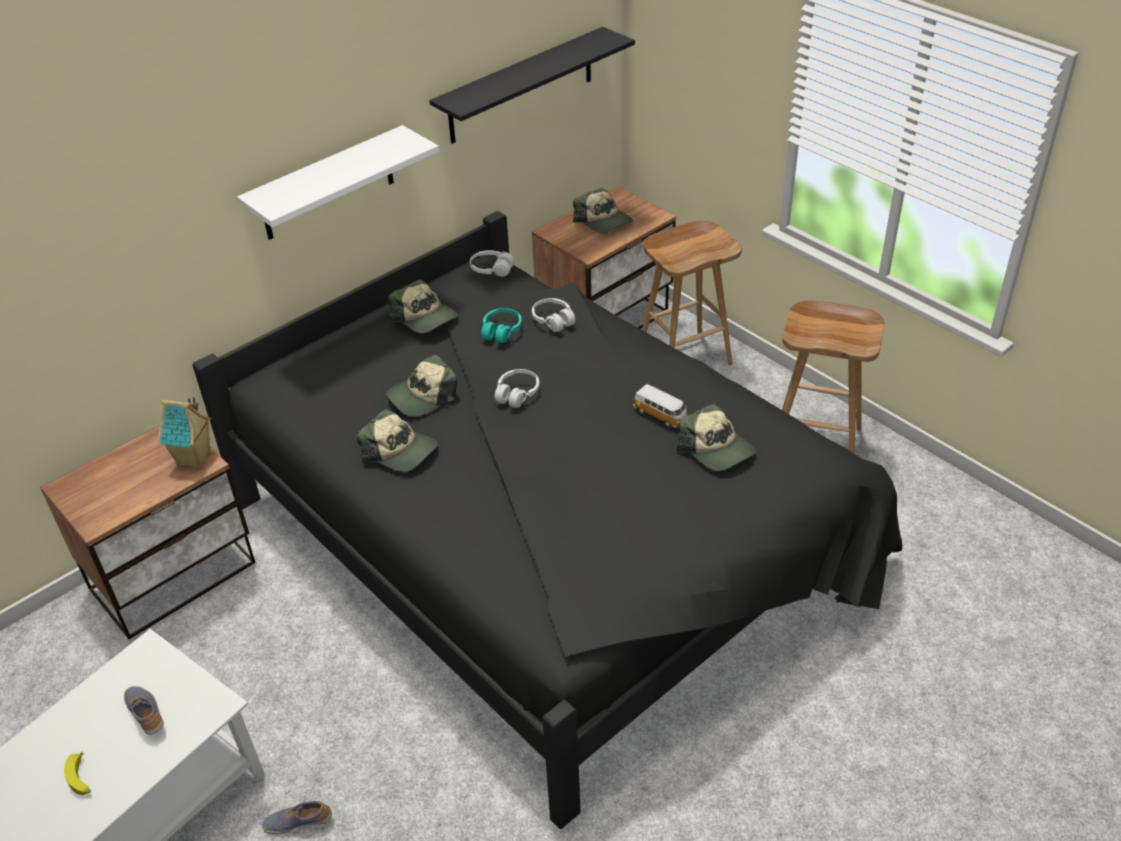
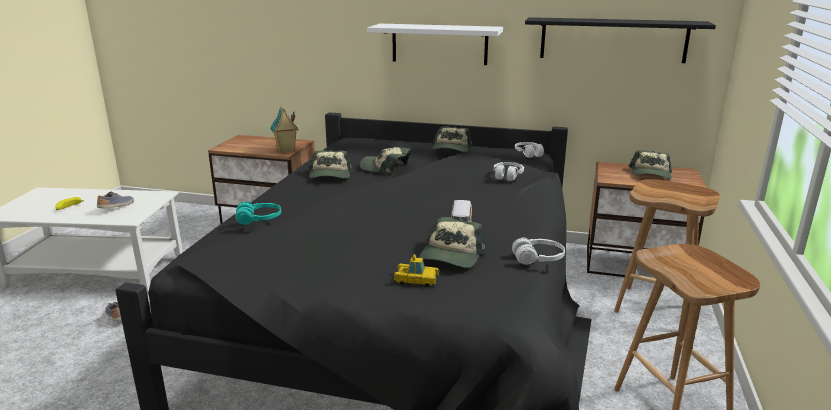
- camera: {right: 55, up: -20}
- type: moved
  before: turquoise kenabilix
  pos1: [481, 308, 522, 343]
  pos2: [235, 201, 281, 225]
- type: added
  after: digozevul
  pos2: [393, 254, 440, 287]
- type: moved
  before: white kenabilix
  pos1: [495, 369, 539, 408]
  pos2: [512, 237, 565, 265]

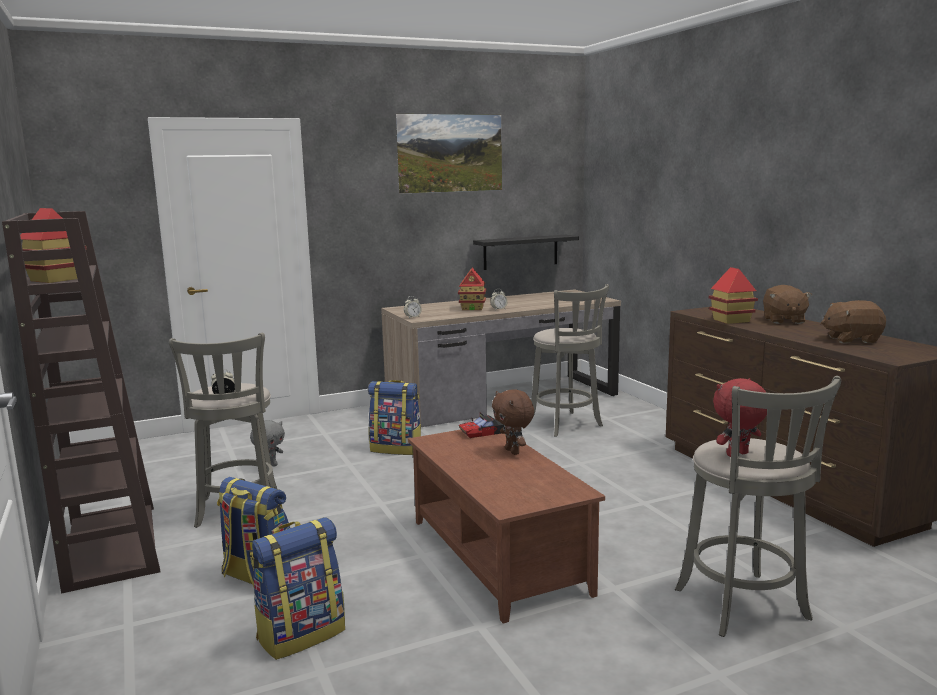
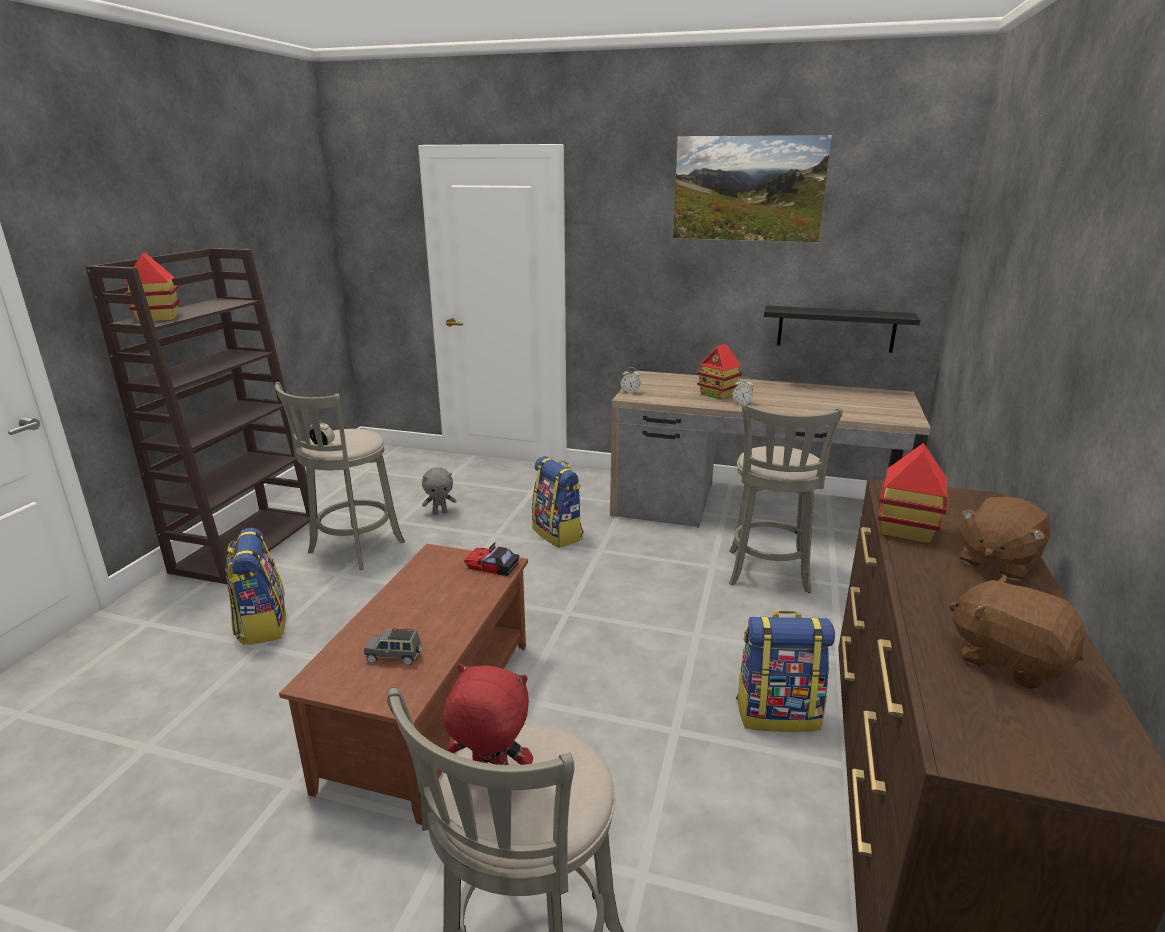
- camera: {right: 40, up: 10}
- type: added
  after: grey digozevul
  pos2: [364, 628, 422, 665]
- type: moved
  before: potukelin
  pos1: [250, 517, 345, 660]
  pos2: [736, 611, 835, 732]
- type: removed
  before: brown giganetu
  pos1: [492, 389, 534, 455]

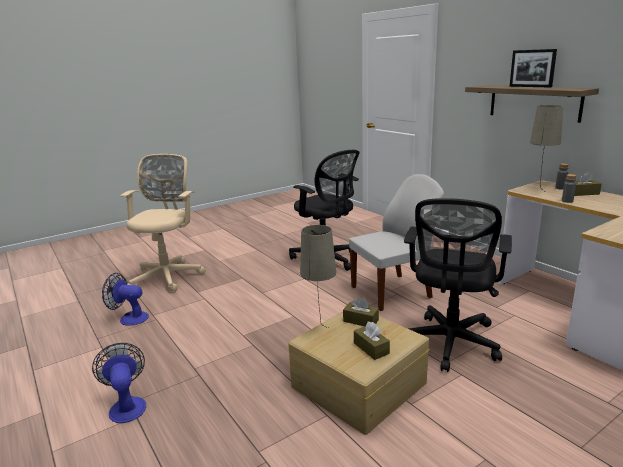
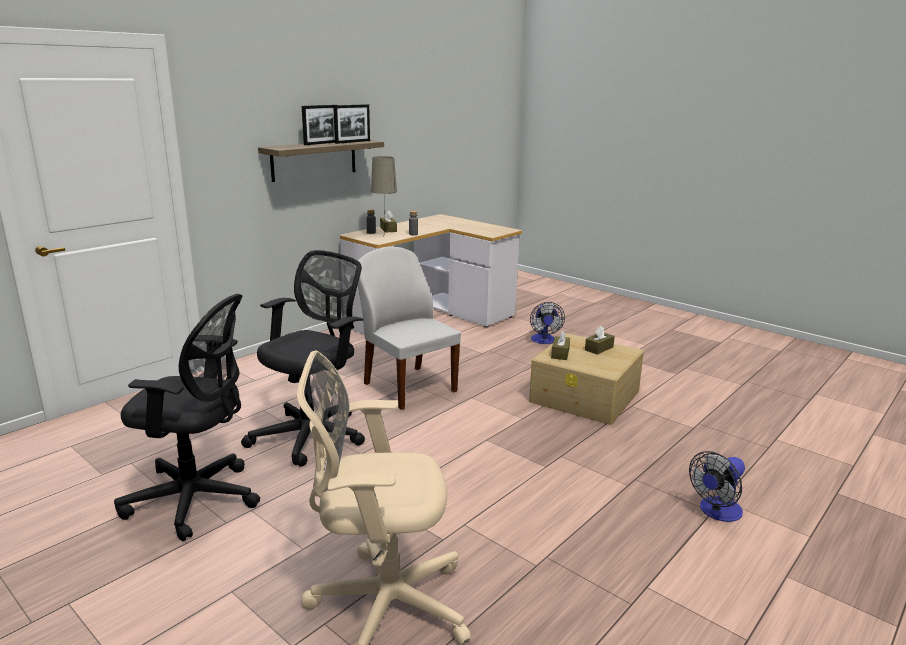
- camera: {right: -105, up: 0}
- type: moved
  before: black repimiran
  pos1: [404, 198, 512, 372]
  pos2: [114, 294, 260, 541]
- type: added
  after: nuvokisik
  pos2: [333, 104, 370, 144]
- type: moved
  before: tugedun
  pos1: [102, 273, 149, 326]
  pos2: [530, 302, 565, 344]
- type: removed
  before: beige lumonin
  pos1: [300, 225, 336, 328]

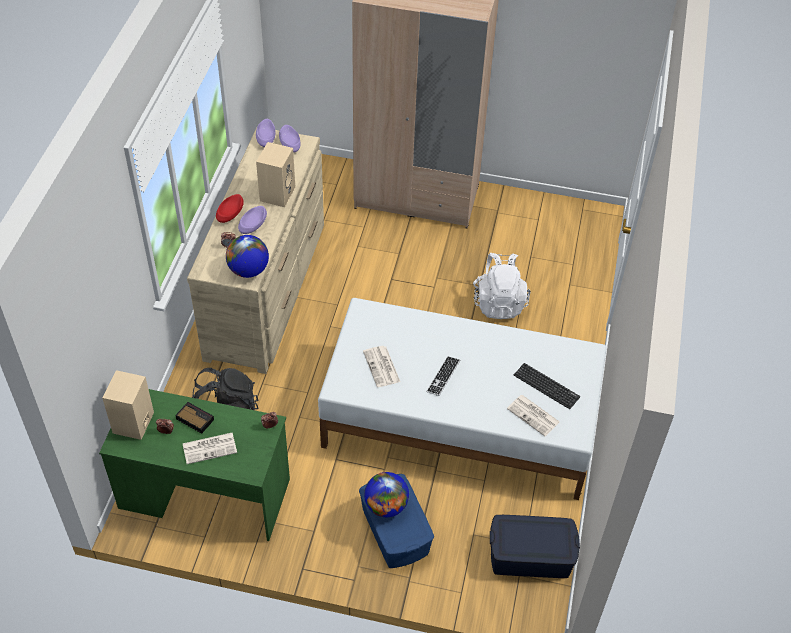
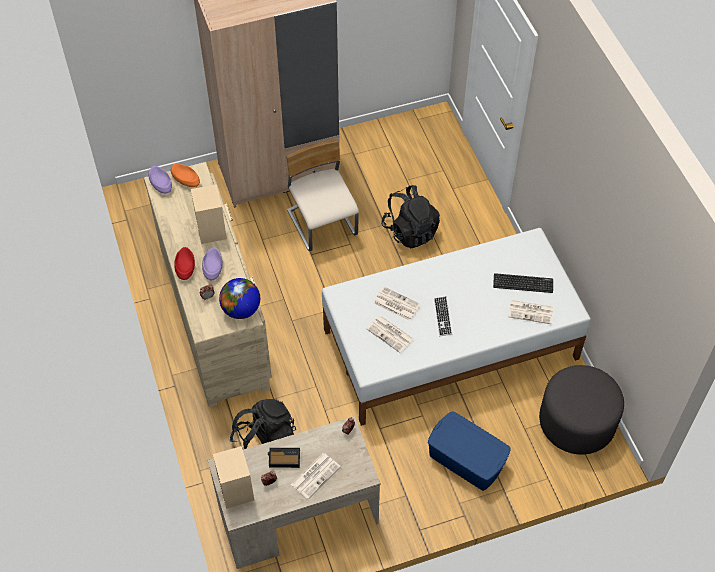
- camera: {right: -30, up: 5}
- type: recoloured
  before: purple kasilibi
  after: orange kasilibi
  pos1: [279, 125, 301, 153]
  pos2: [171, 163, 200, 187]
- type: recoloured
  before: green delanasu
  after: beige delanasu
  pos1: [99, 389, 290, 541]
  pos2: [208, 416, 381, 569]
- type: added
  after: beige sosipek
  pos2: [286, 139, 359, 251]
- type: added
  after: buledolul
  pos2: [373, 287, 421, 321]
- type: recoloured
  before: white potukelin
  after: black potukelin
  pos1: [473, 253, 530, 319]
  pos2: [381, 185, 440, 248]
- type: replaced
  before: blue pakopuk
  after: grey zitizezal
  pos1: [490, 515, 580, 578]
  pos2: [539, 365, 624, 455]
- type: removed
  before: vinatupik
  pos1: [364, 472, 409, 517]

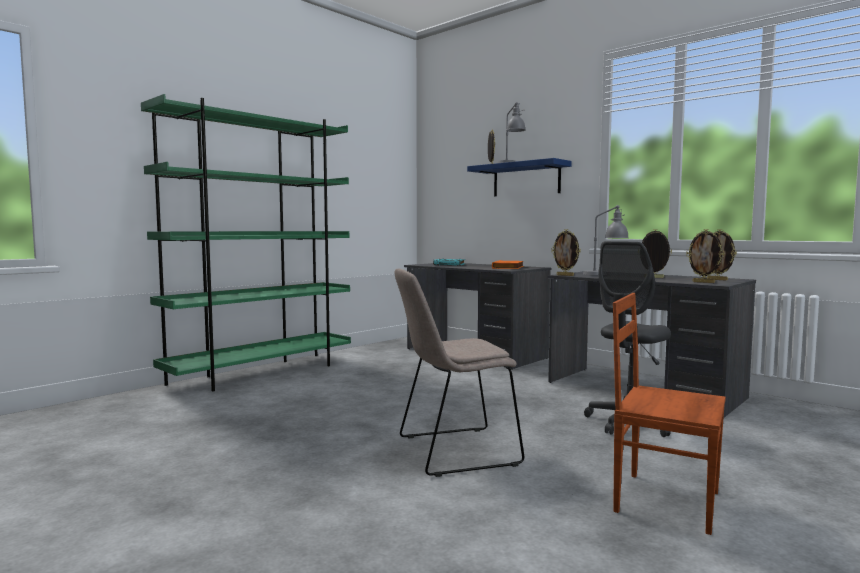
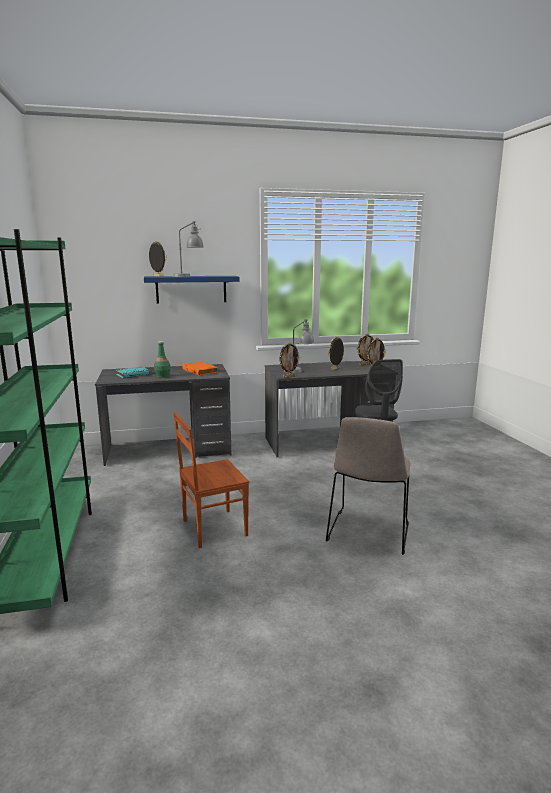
- camera: {right: -55, up: 10}
- type: added
  after: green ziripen
  pos2: [154, 341, 171, 378]
- type: moved
  before: brown sosipek
  pos1: [613, 293, 726, 535]
  pos2: [174, 412, 249, 548]

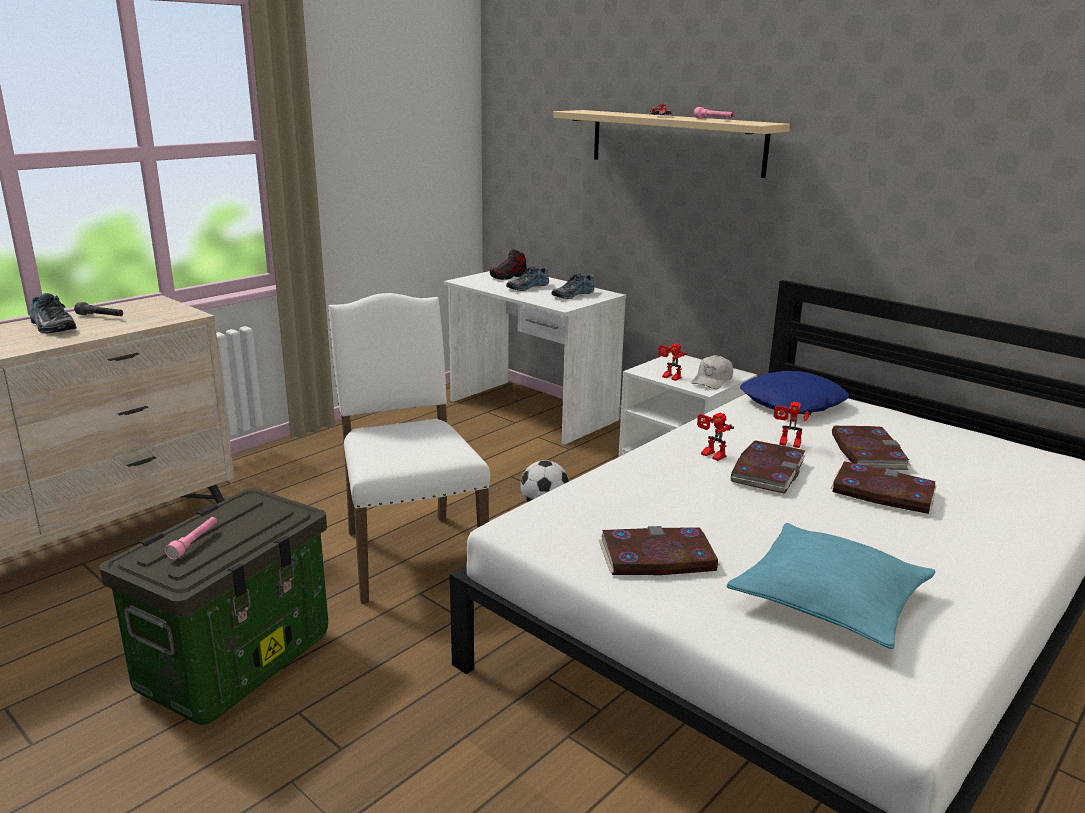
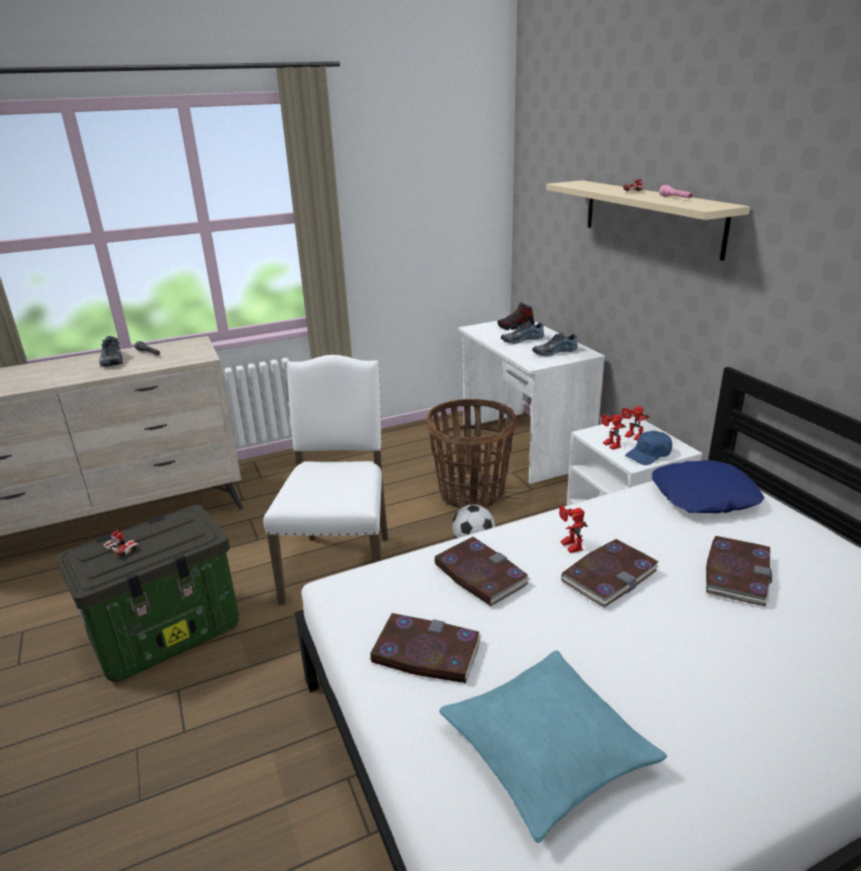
- camera: {right: 25, up: 5}
- type: replaced
  before: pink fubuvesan
  after: digozevul
  pos1: [165, 517, 217, 559]
  pos2: [103, 530, 139, 556]
- type: added
  after: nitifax
  pos2: [426, 399, 516, 509]
- type: moved
  before: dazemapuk
  pos1: [831, 461, 936, 514]
  pos2: [434, 537, 530, 606]
- type: moved
  before: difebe
  pos1: [774, 402, 811, 448]
  pos2: [622, 406, 650, 441]
- type: recoloured
  before: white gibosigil
  after: blue gibosigil
  pos1: [691, 355, 733, 389]
  pos2: [625, 431, 672, 465]

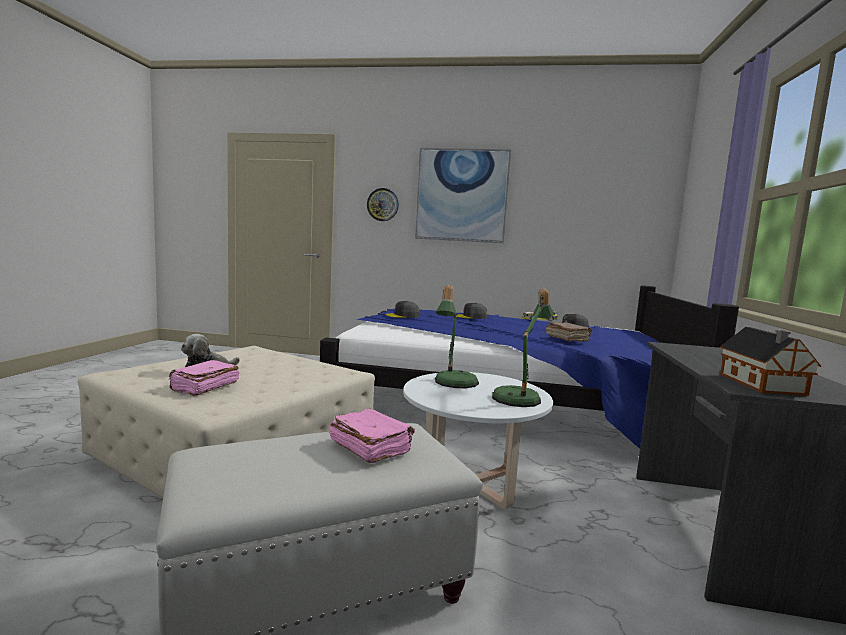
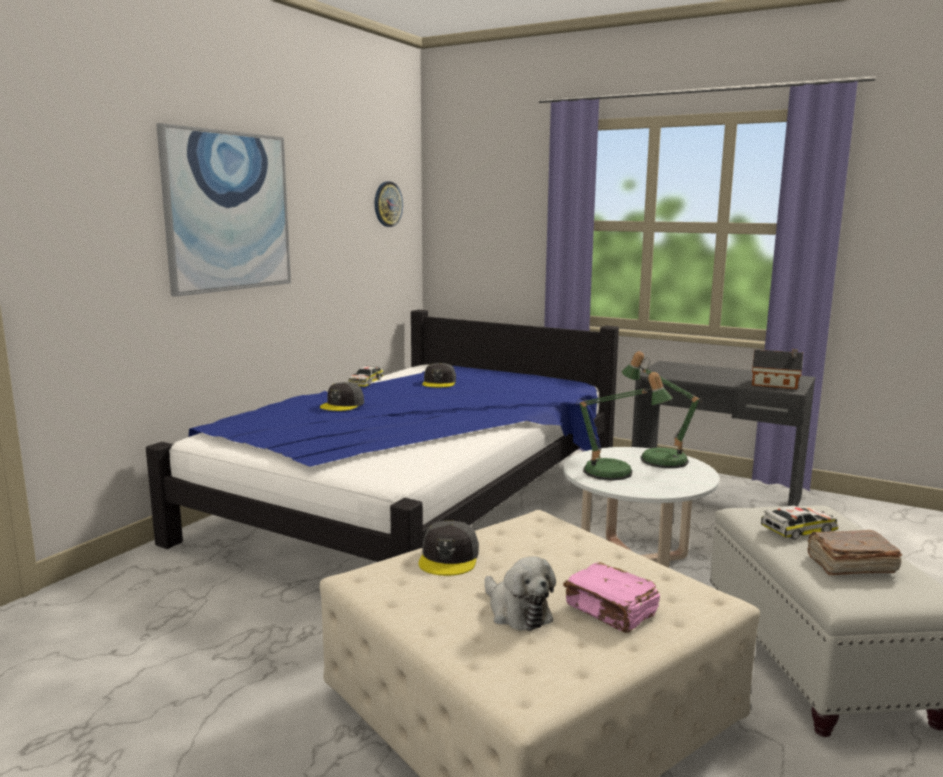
- camera: {right: -70, up: 5}
- type: moved
  before: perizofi
  pos1: [367, 188, 399, 221]
  pos2: [375, 182, 403, 227]
- type: moved
  before: grey gibosigil
  pos1: [385, 301, 419, 318]
  pos2: [419, 521, 479, 576]
- type: replaced
  before: pink dazemapuk
  after: digozevul
  pos1: [329, 409, 415, 463]
  pos2: [761, 505, 838, 540]
- type: moved
  before: brown dazemapuk
  pos1: [546, 322, 592, 342]
  pos2: [807, 530, 902, 575]

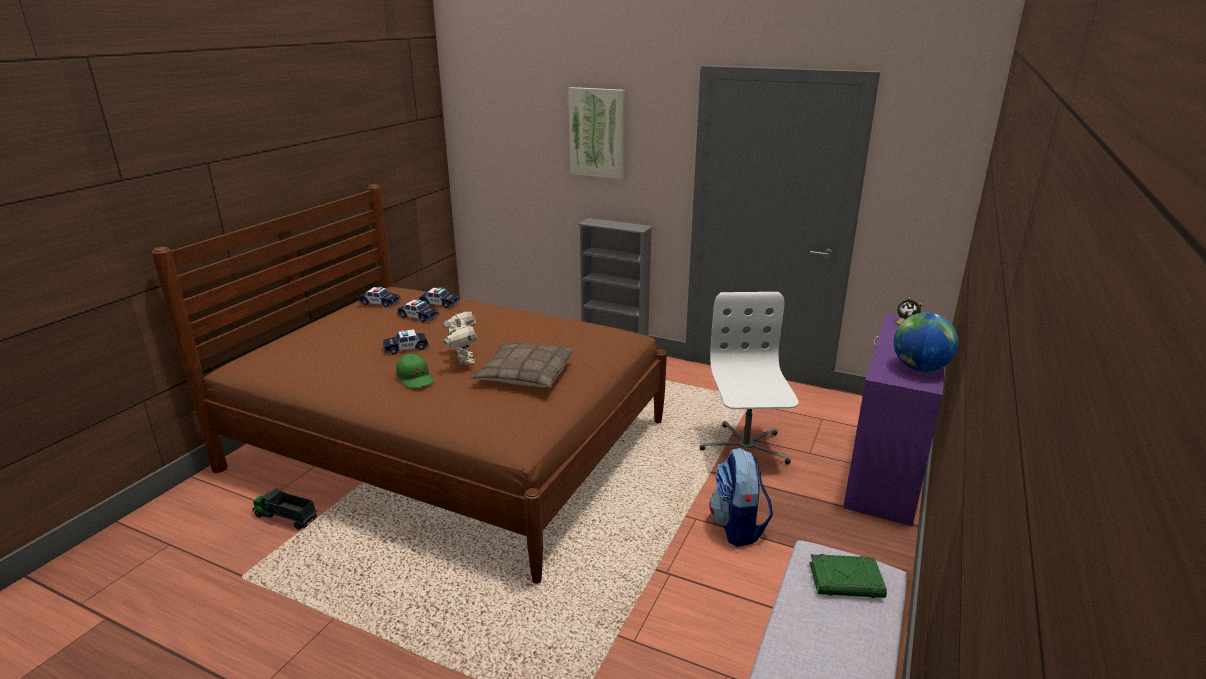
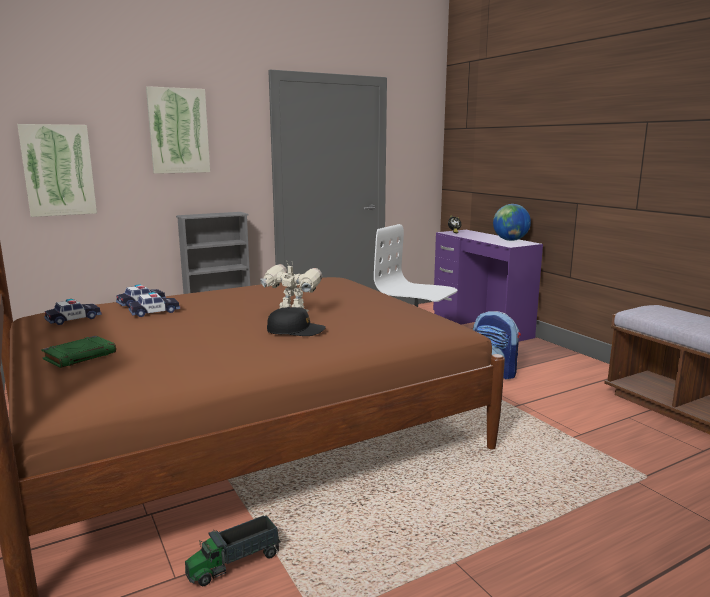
- camera: {right: -55, up: -10}
- type: added
  after: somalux
  pos2: [17, 124, 97, 217]
- type: moved
  before: green dazemapuk
  pos1: [810, 554, 887, 598]
  pos2: [41, 336, 116, 368]
- type: recoloured
  before: green gibosigil
  after: black gibosigil
  pos1: [396, 354, 434, 388]
  pos2: [267, 307, 326, 336]
- type: removed
  before: digozevul
  pos1: [383, 329, 429, 355]
- type: removed
  before: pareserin
  pos1: [471, 343, 575, 388]

